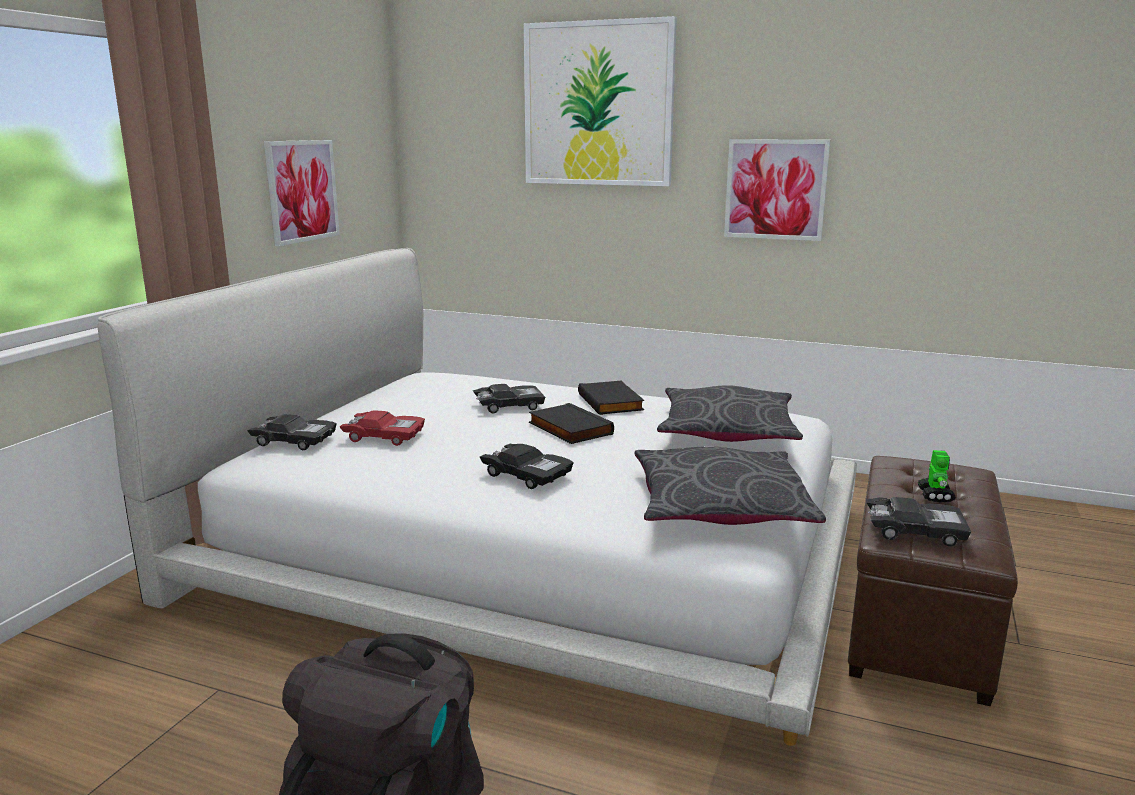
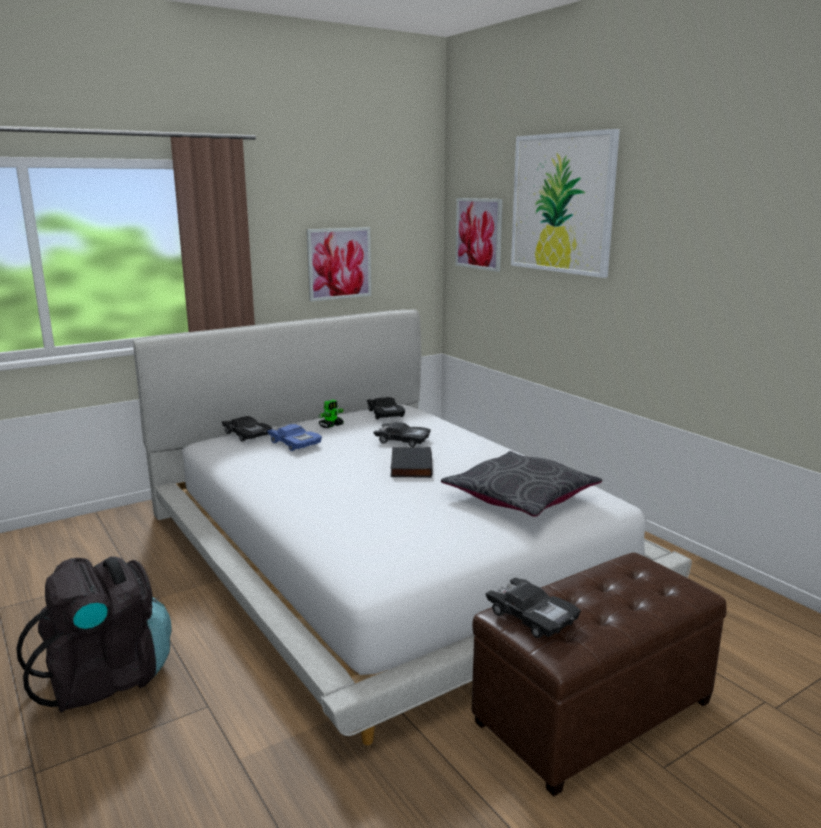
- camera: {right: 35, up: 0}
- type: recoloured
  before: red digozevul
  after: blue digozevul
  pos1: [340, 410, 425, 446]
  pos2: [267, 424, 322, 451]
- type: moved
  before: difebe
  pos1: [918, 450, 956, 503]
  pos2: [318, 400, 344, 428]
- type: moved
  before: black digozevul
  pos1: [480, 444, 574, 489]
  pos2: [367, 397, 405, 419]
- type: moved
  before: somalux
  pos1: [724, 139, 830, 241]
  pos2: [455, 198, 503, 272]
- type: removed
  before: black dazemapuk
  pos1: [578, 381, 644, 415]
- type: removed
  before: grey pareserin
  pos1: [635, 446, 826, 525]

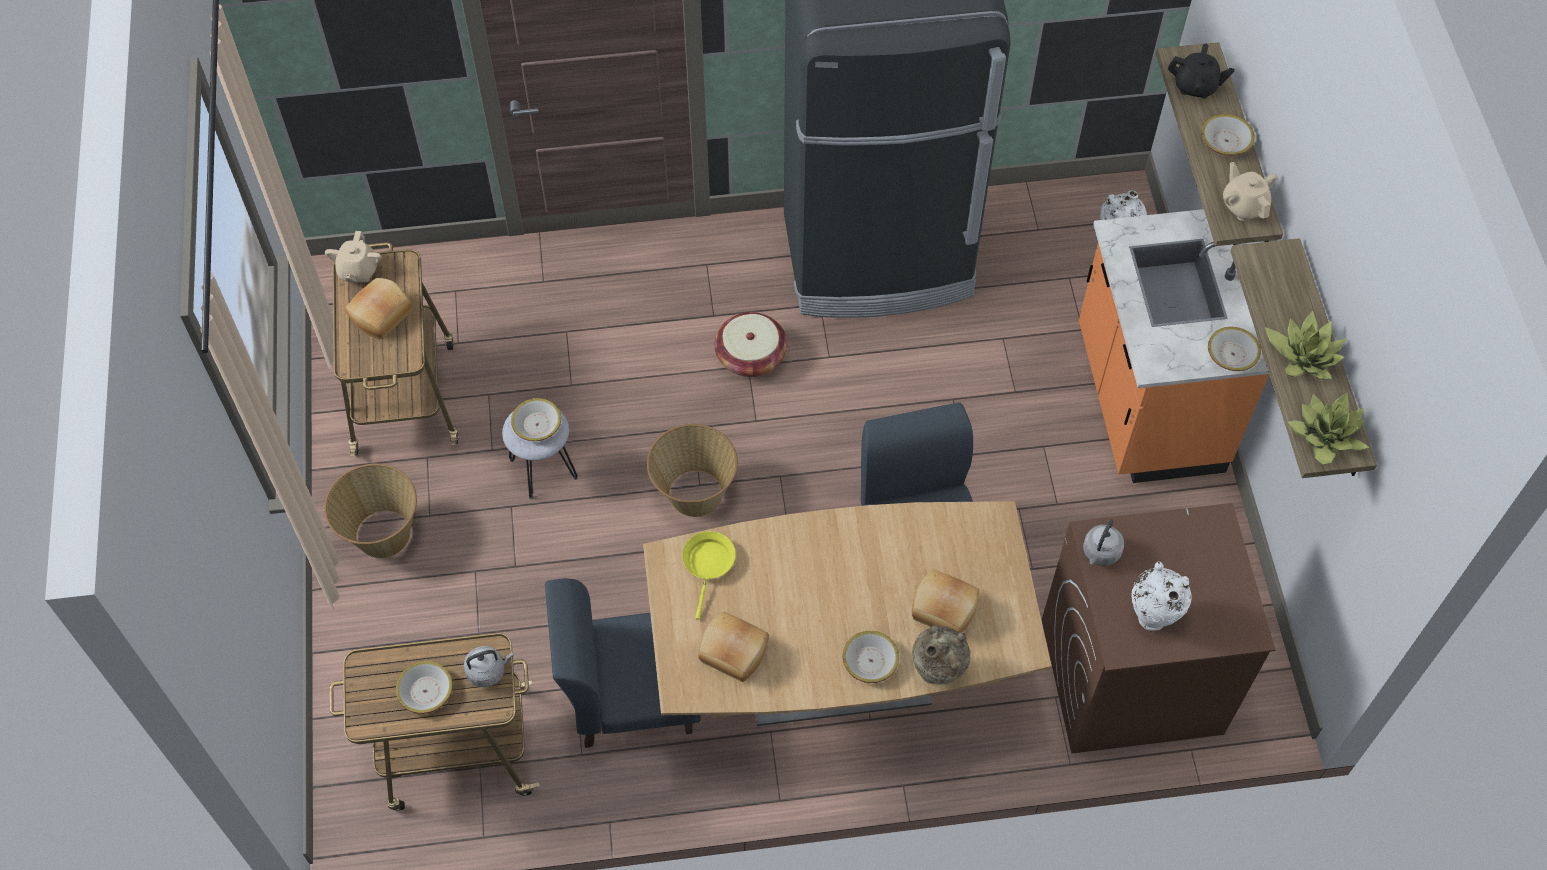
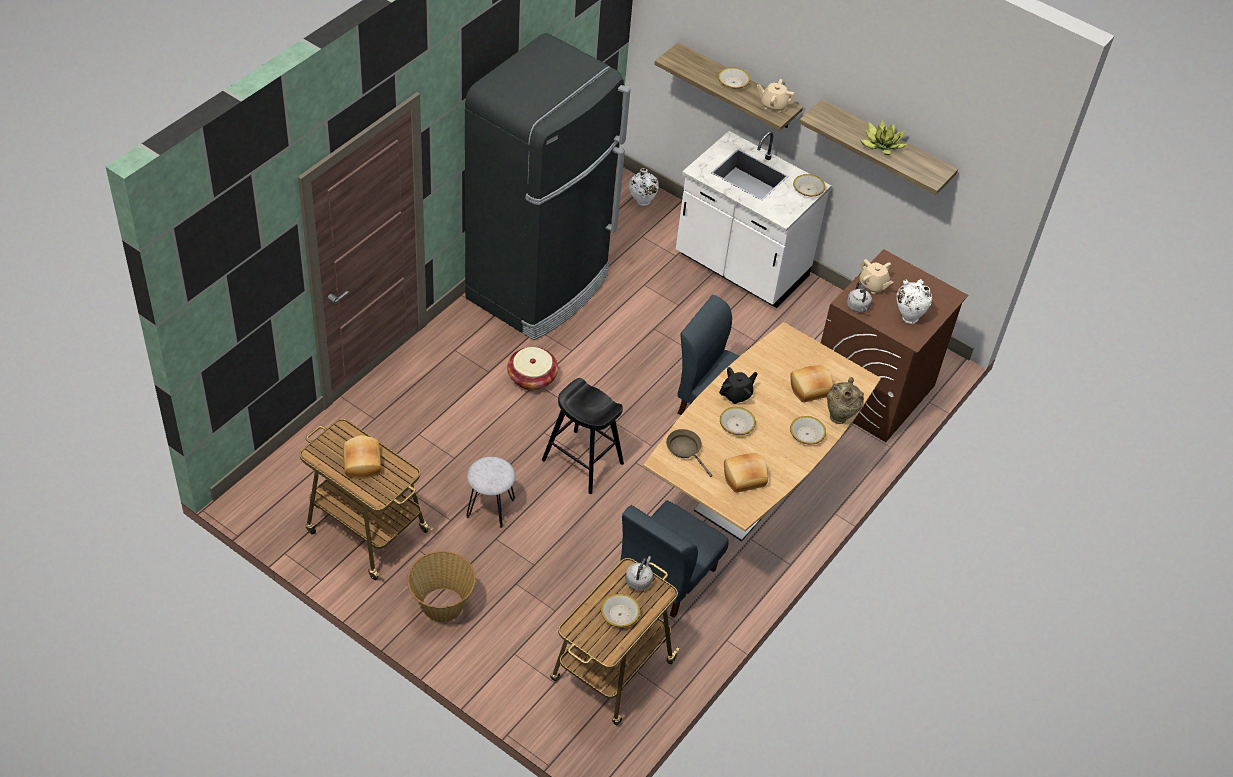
- camera: {right: -50, up: -10}
- type: replaced
  before: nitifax
  after: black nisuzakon
  pos1: [647, 424, 738, 517]
  pos2: [542, 378, 624, 494]
- type: recoloured
  before: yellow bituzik
  after: brown bituzik
  pos1: [682, 531, 735, 620]
  pos2: [666, 429, 713, 477]
- type: recoloured
  before: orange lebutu
  after: white lebutu
  pos1: [1079, 209, 1269, 483]
  pos2: [676, 131, 831, 308]
- type: moved
  before: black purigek
  pos1: [1168, 44, 1234, 99]
  pos2: [719, 367, 758, 404]
- type: moved
  before: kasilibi
  pos1: [511, 398, 561, 441]
  pos2: [720, 407, 756, 435]
- type: moved
  before: beige purigek
  pos1: [325, 231, 382, 283]
  pos2: [859, 259, 894, 294]
- type: removed
  before: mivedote
  pos1: [1287, 392, 1370, 465]

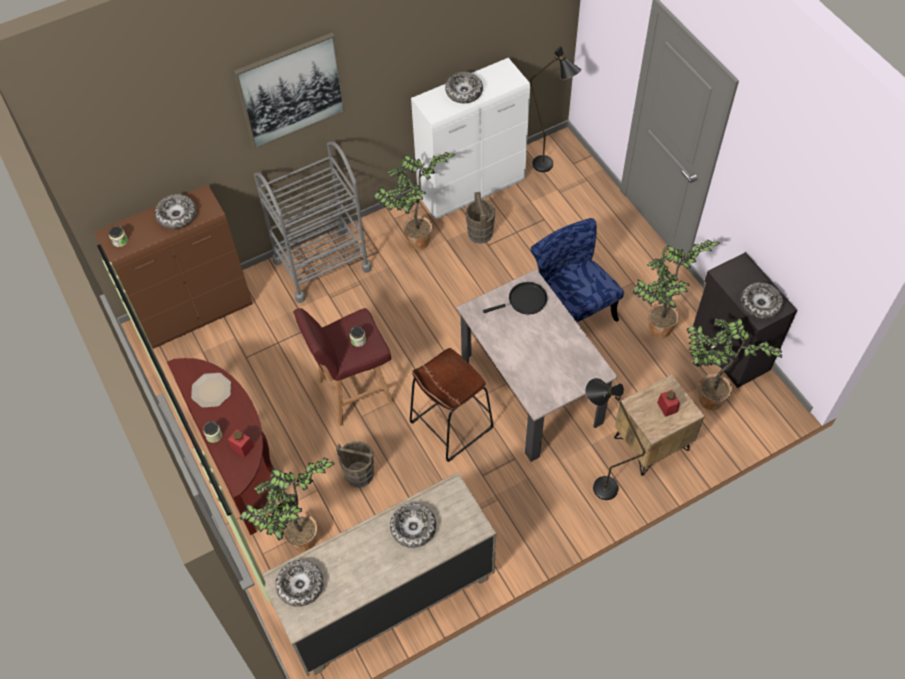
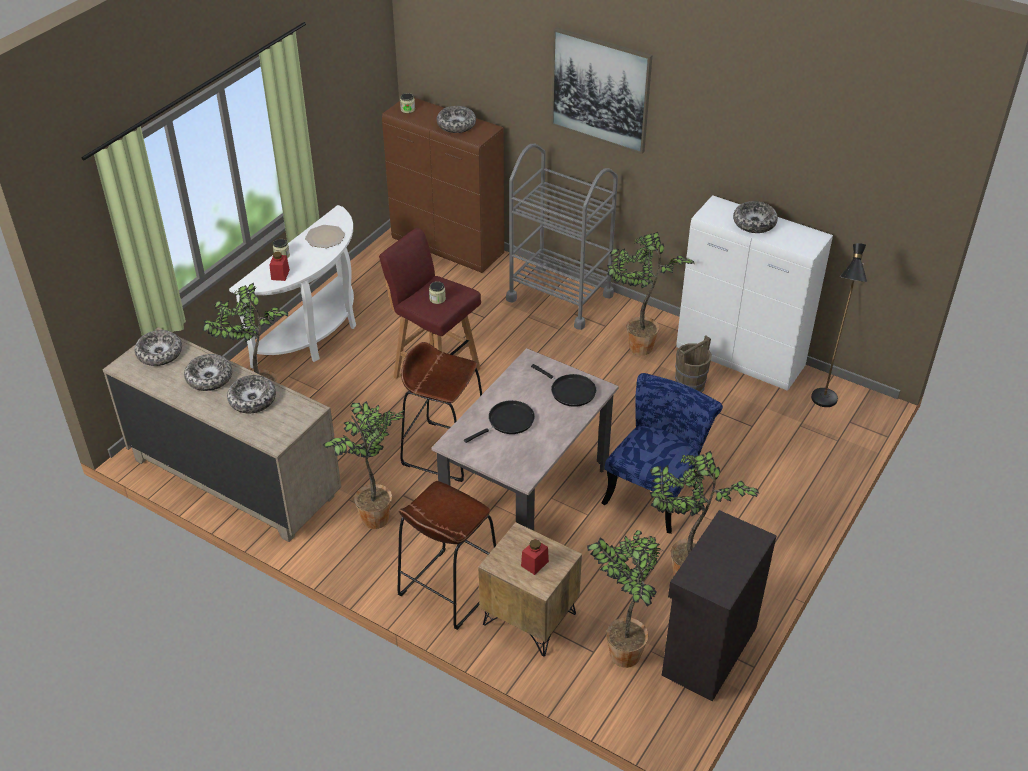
- camera: {right: 60, up: -15}
- type: moved
  before: kasilibi
  pos1: [741, 282, 783, 319]
  pos2: [184, 354, 232, 391]
- type: recoloured
  before: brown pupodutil
  after: white pupodutil
  pos1: [167, 358, 274, 535]
  pos2: [229, 205, 356, 369]
- type: added
  after: mivedote
  pos2: [323, 401, 405, 529]
- type: replaced
  before: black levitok
  after: brown nisuzakon
  pos1: [585, 378, 645, 500]
  pos2: [398, 481, 496, 630]
- type: added
  after: black bituzik
  pos2: [464, 400, 535, 443]
- type: removed
  before: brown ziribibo
  pos1: [336, 441, 374, 487]

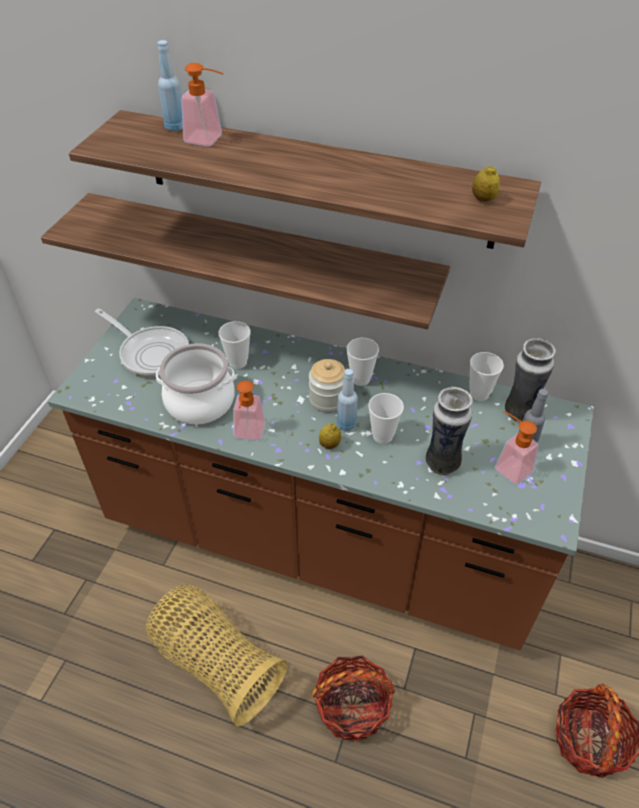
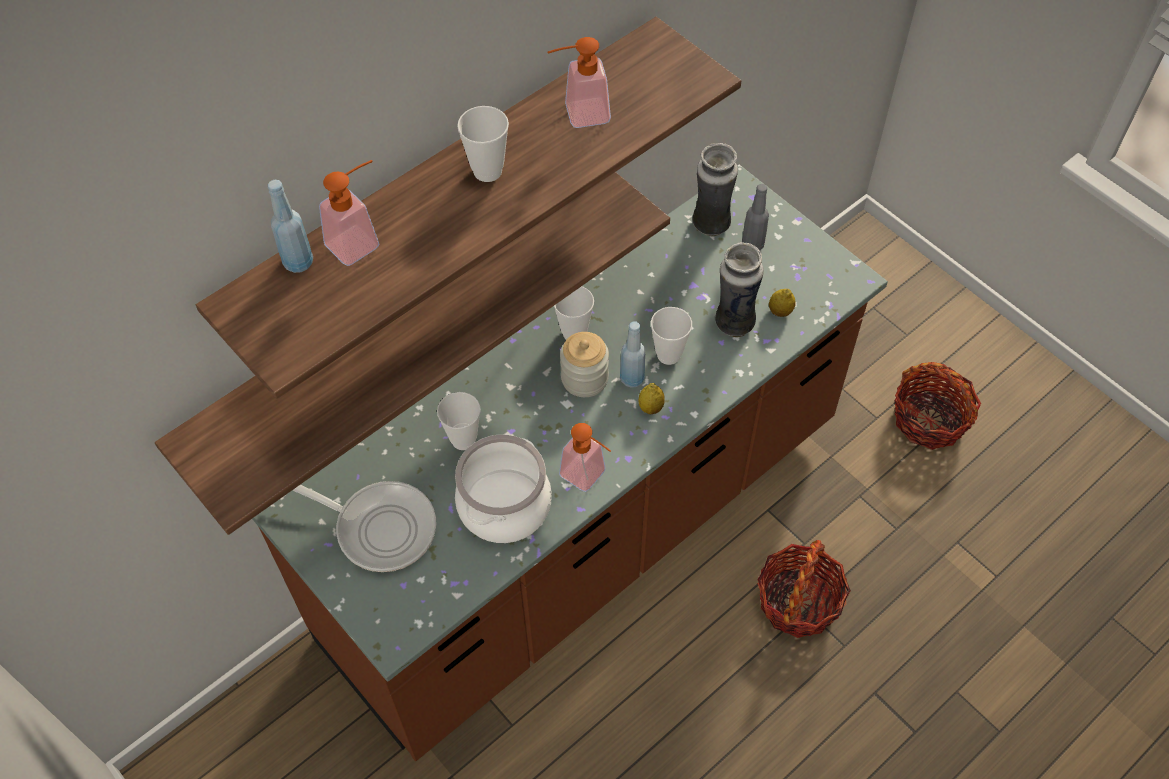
- camera: {right: -60, up: 10}
- type: turned
  before: bituzik
  pos1: [95, 308, 189, 376]
  pos2: [292, 481, 436, 572]
  turn: 45
- type: moved
  before: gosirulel
  pos1: [469, 352, 504, 401]
  pos2: [457, 106, 509, 182]
- type: moved
  before: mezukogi
  pos1: [495, 411, 539, 485]
  pos2: [547, 37, 611, 128]
- type: moved
  before: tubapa
  pos1: [472, 166, 500, 202]
  pos2: [769, 289, 796, 317]
- type: removed
  before: nitifax
  pos1: [146, 584, 288, 727]

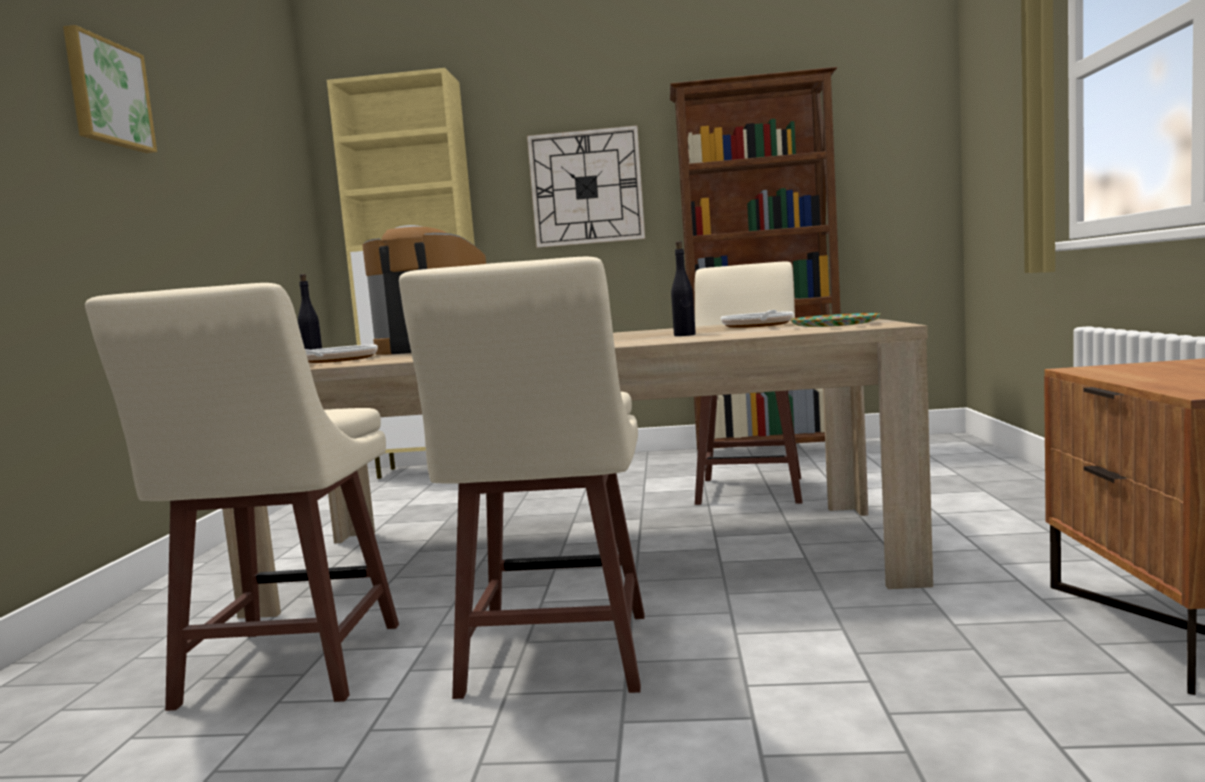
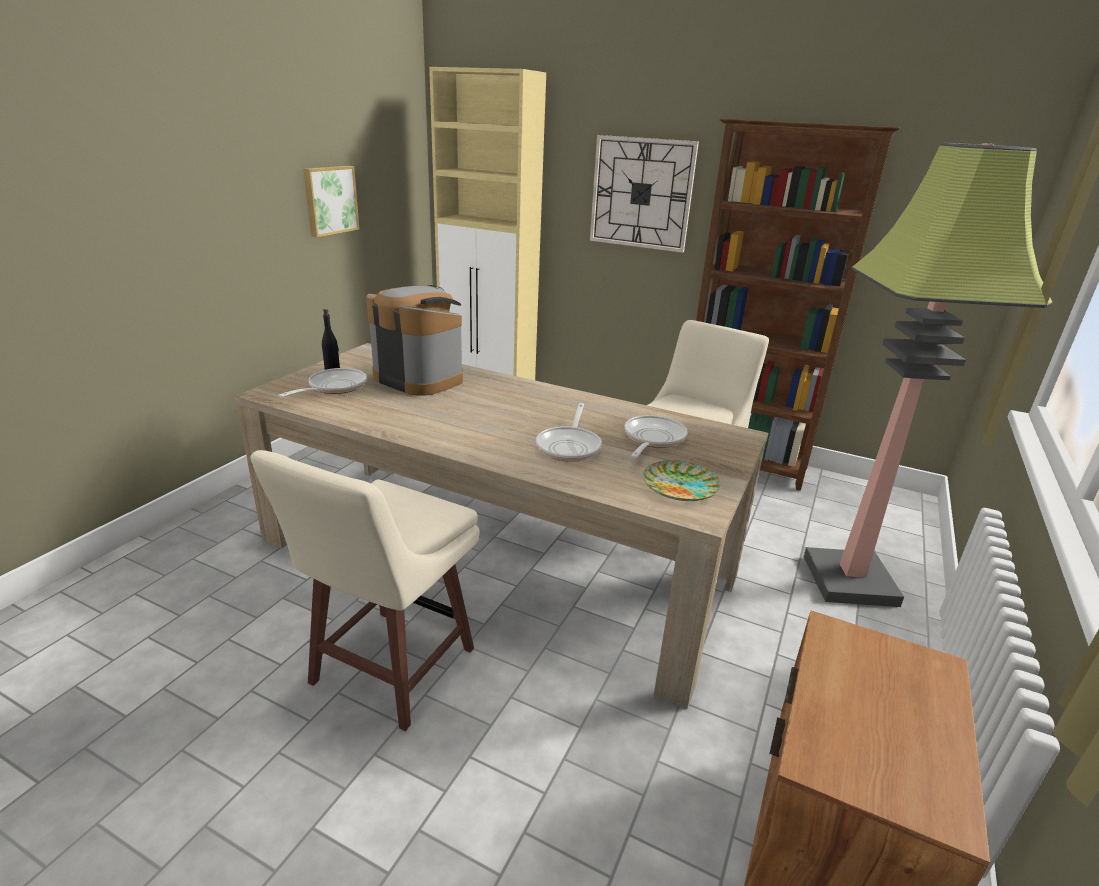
- camera: {right: 20, up: 20}
- type: moved
  before: somalux
  pos1: [63, 25, 157, 153]
  pos2: [303, 166, 359, 237]
- type: replaced
  before: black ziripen
  after: bituzik
  pos1: [671, 241, 696, 336]
  pos2: [536, 403, 602, 462]
- type: added
  after: levitok
  pos2: [804, 143, 1053, 607]
- type: removed
  before: beige nisuzakon
  pos1: [85, 283, 399, 711]

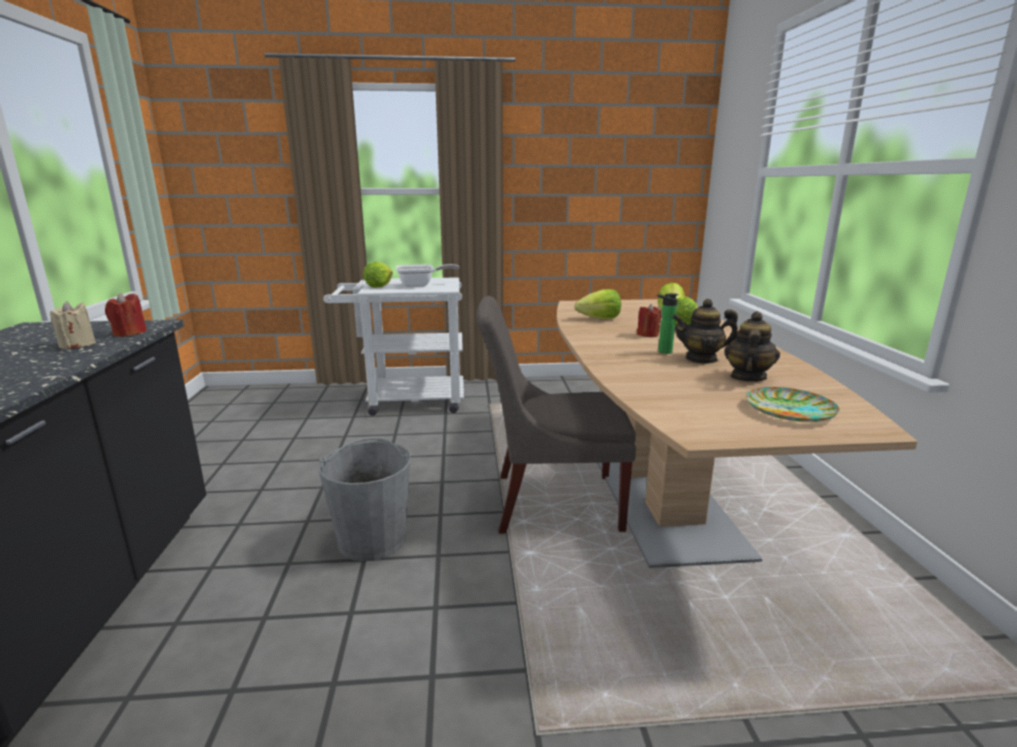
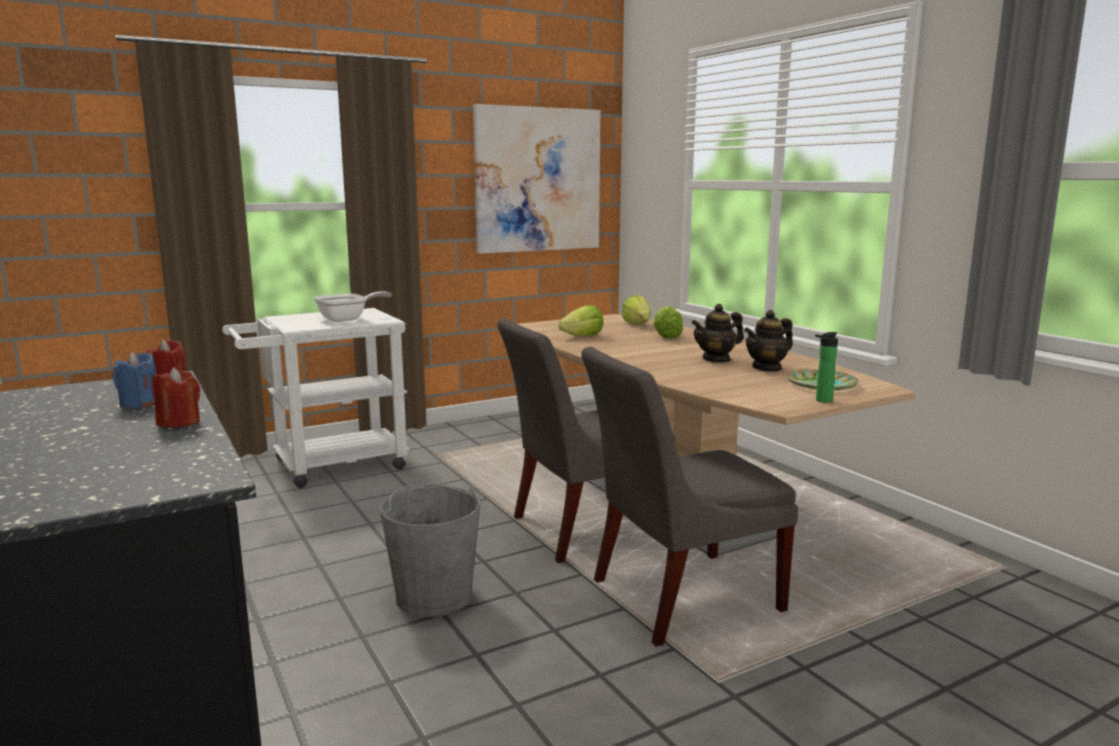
- camera: {right: -25, up: -5}
- type: recoloured
  before: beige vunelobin
  after: blue vunelobin
  pos1: [50, 301, 96, 349]
  pos2: [113, 352, 156, 408]
- type: moved
  before: red vunelobin
  pos1: [637, 304, 662, 337]
  pos2: [152, 367, 200, 428]
- type: added
  after: somalux
  pos2: [473, 104, 601, 254]
- type: added
  after: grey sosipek
  pos2: [581, 347, 798, 647]
- type: turned
  before: purigek
  pos1: [725, 311, 780, 382]
  pos2: [744, 310, 793, 372]
  turn: -120
- type: moved
  before: ziripen
  pos1: [657, 293, 678, 354]
  pos2: [815, 332, 838, 403]
- type: removed
  before: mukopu
  pos1: [363, 261, 393, 288]

